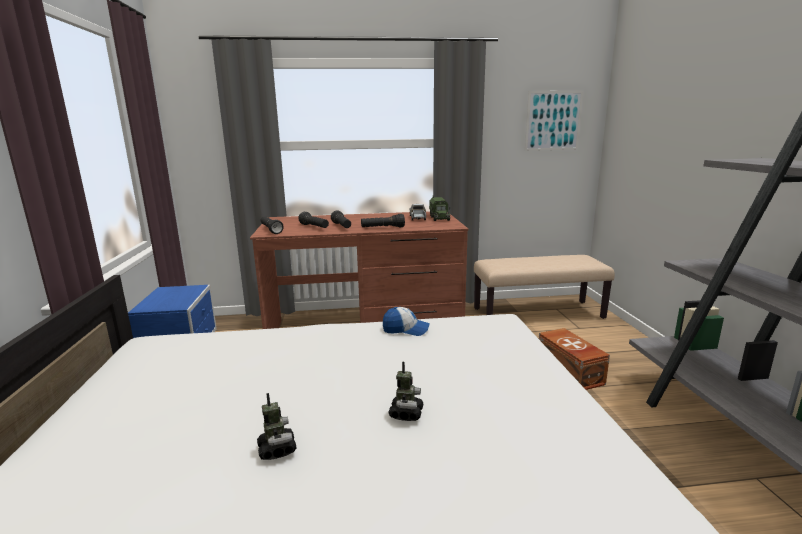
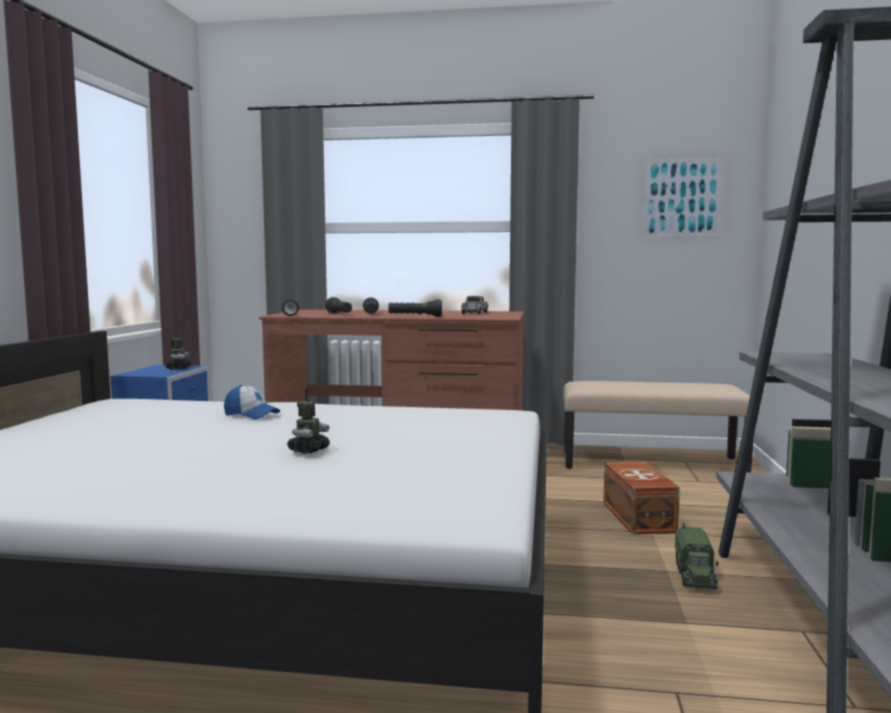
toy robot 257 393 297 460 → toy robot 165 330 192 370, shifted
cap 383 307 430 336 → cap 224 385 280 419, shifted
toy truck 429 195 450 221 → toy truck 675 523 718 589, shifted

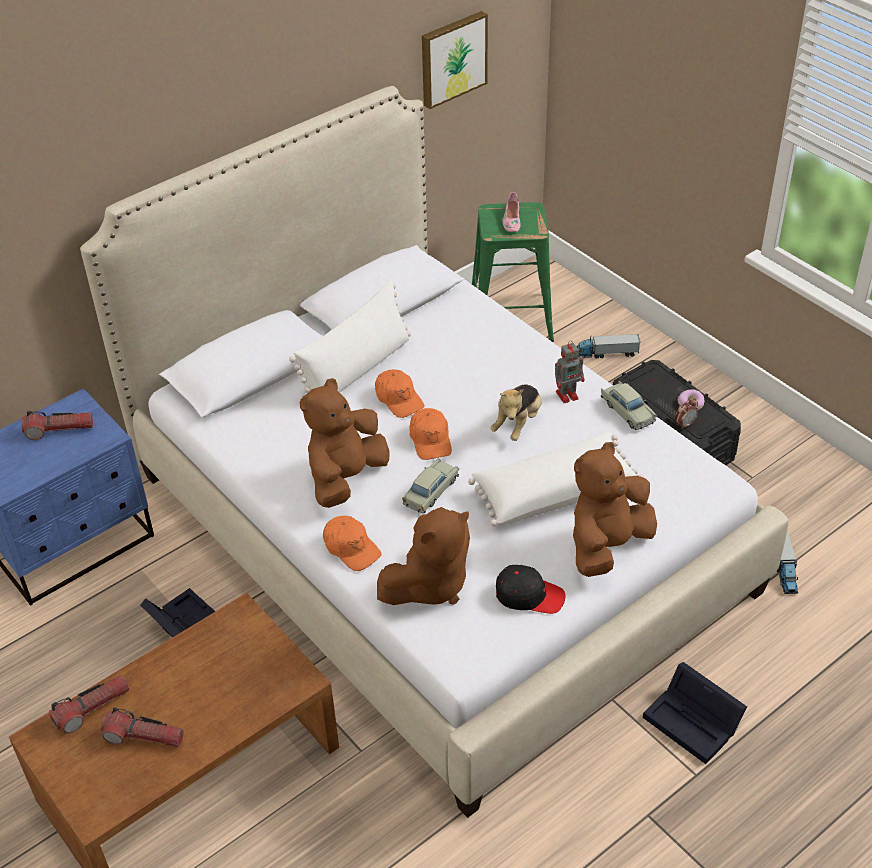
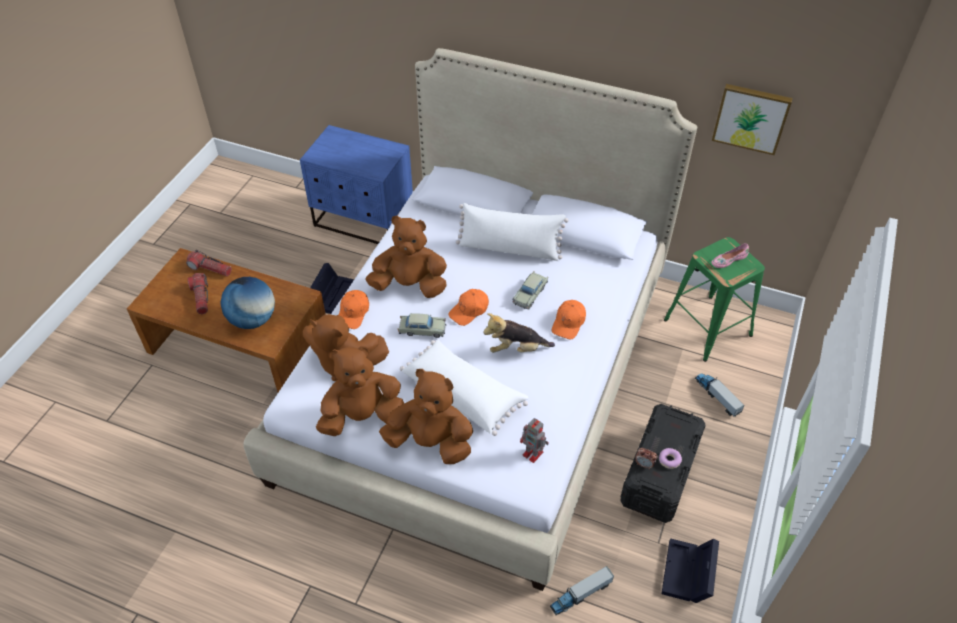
flashlight 21 411 93 440 → -
orange cap 375 369 424 418 → orange cap 552 300 586 339, shifted
black cap 496 565 565 614 → brown plush toy 316 346 404 436
toy robot 555 340 585 403 → toy robot 520 418 549 463, shifted
beige toy car 601 381 657 430 → beige toy car 512 271 548 309, shifted
black storage box 643 662 747 764 → black storage box 661 538 719 603, shifted
- → globe 221 277 275 329

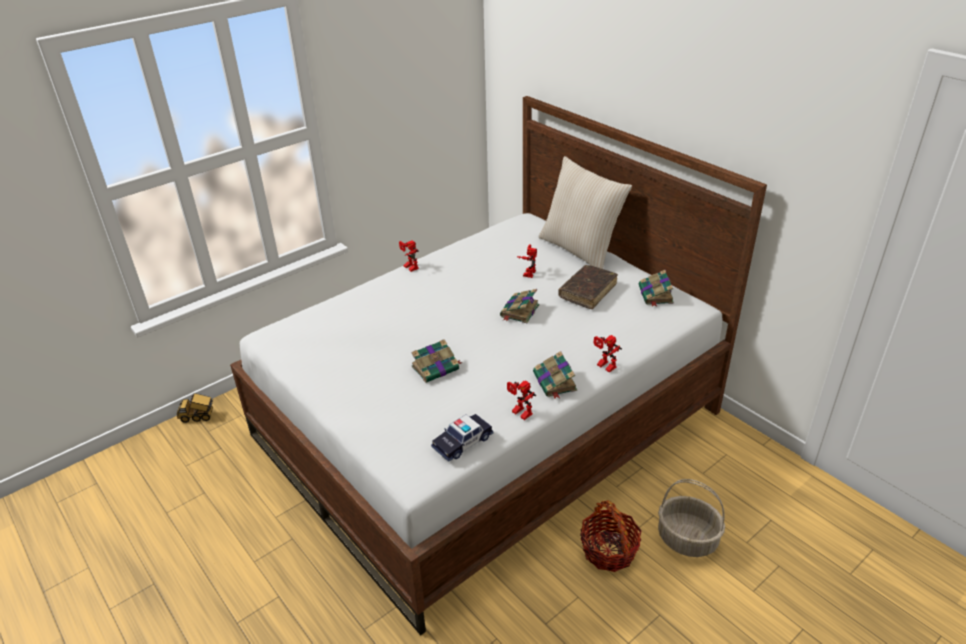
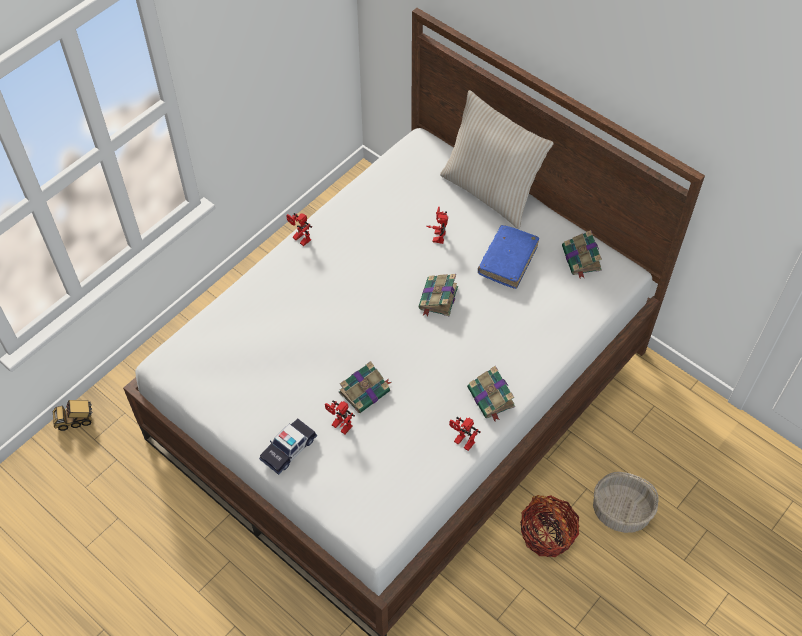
toy car 431 414 493 462 → toy car 259 419 317 475, shifted
brown book 558 265 618 309 → blue book 478 225 539 289
toy robot 593 335 622 372 → toy robot 325 400 355 434, shifted

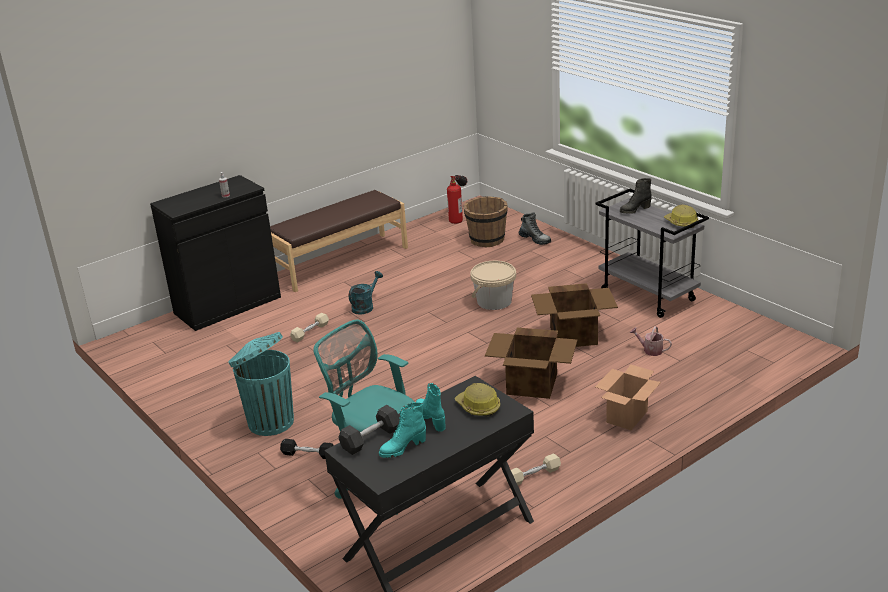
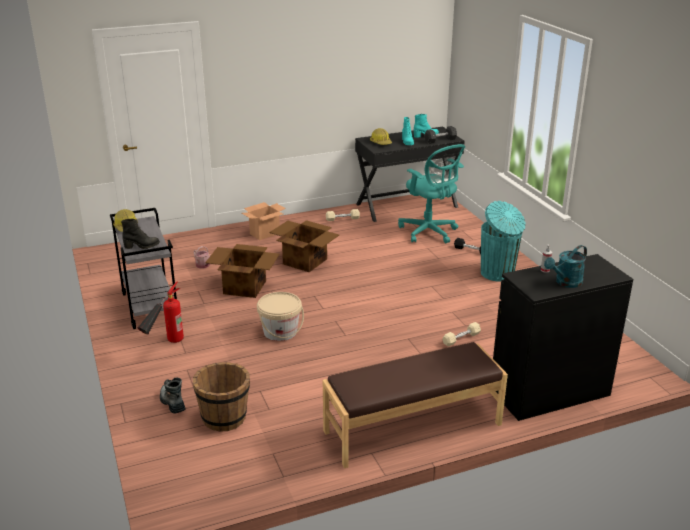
turquoise watering can 349 271 383 315 → turquoise watering can 544 245 587 288, shifted
fire extinguisher 447 175 467 224 → fire extinguisher 137 281 184 343, shifted

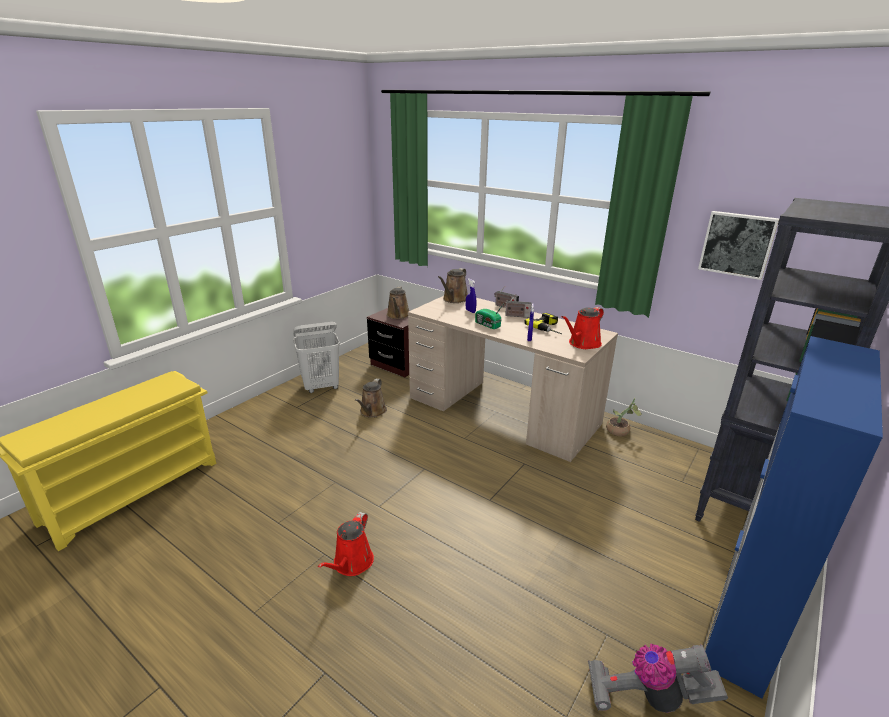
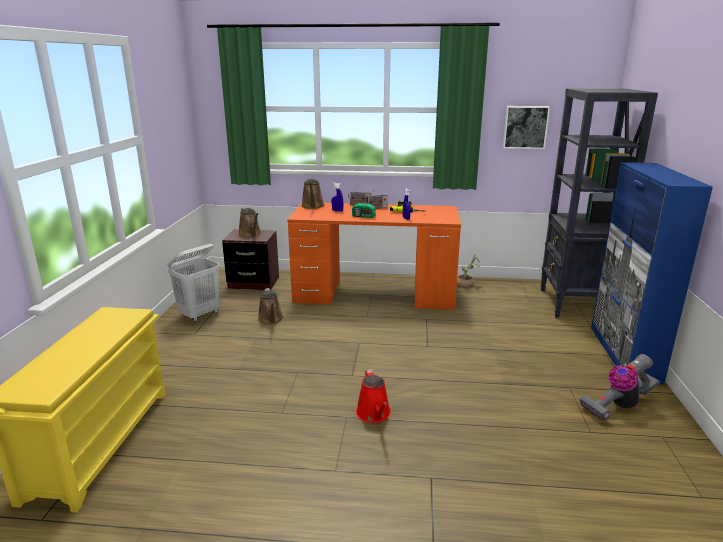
beige desk 408 296 618 462 → orange desk 287 203 461 310
red watering can 562 307 604 349 → -

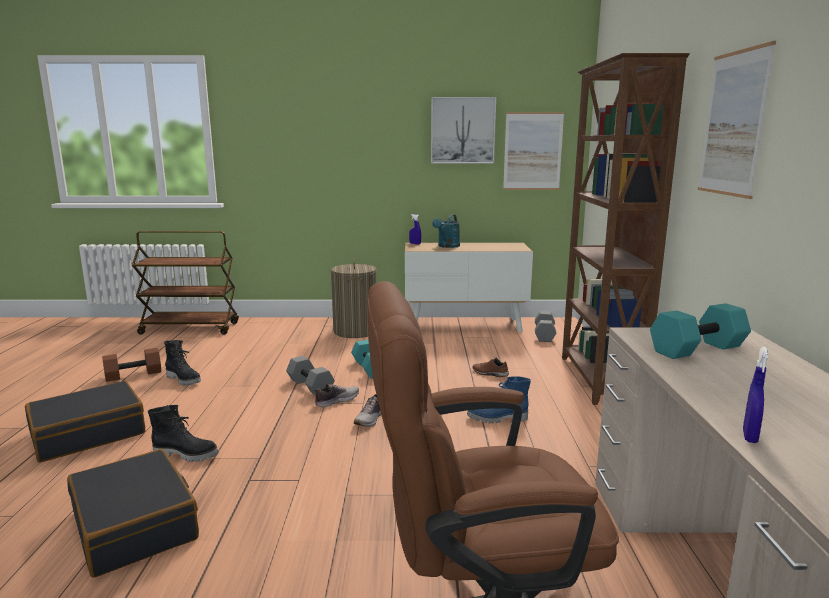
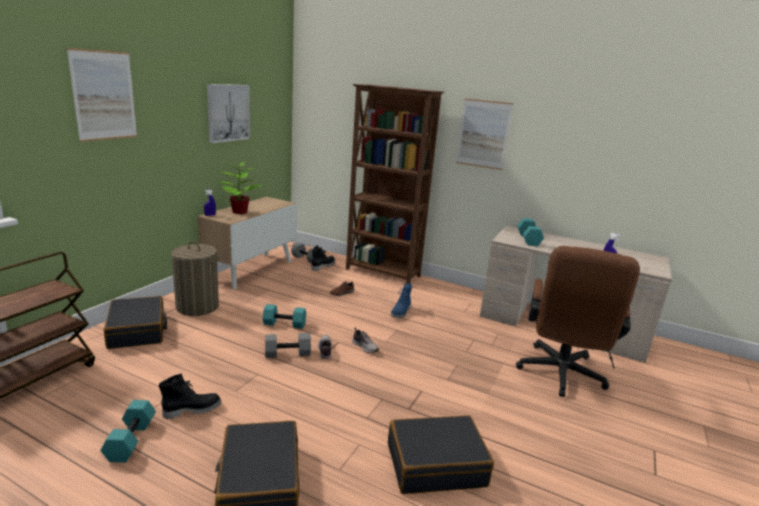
brown dumbbell 102 348 161 382 → turquoise dumbbell 100 400 156 463
black boot 148 405 219 462 → black boot 311 245 335 271, shifted
turquoise watering can 432 214 460 248 → potted plant 218 162 263 214
picture 503 112 564 190 → picture 67 48 137 142, shifted
- → black suitcase 104 296 167 349

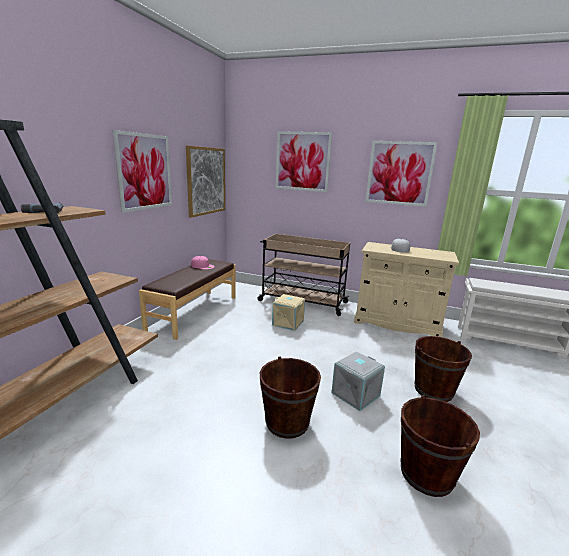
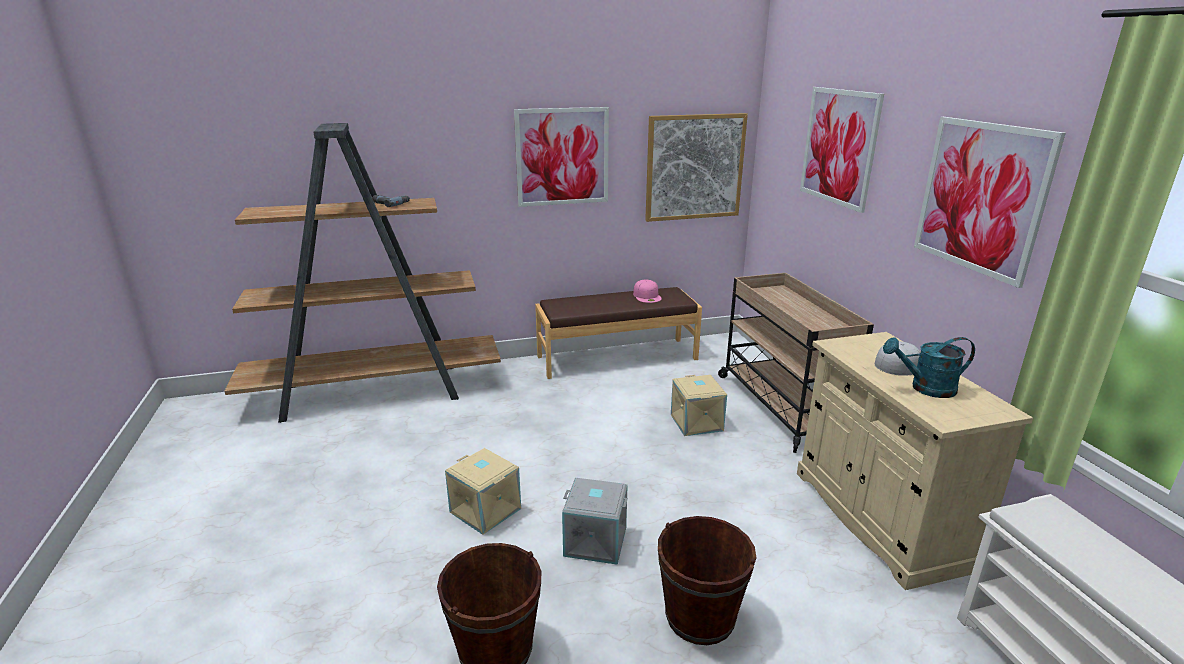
brown bucket 260 356 321 439 → beige storage box 445 448 521 535
- → turquoise watering can 883 337 975 398

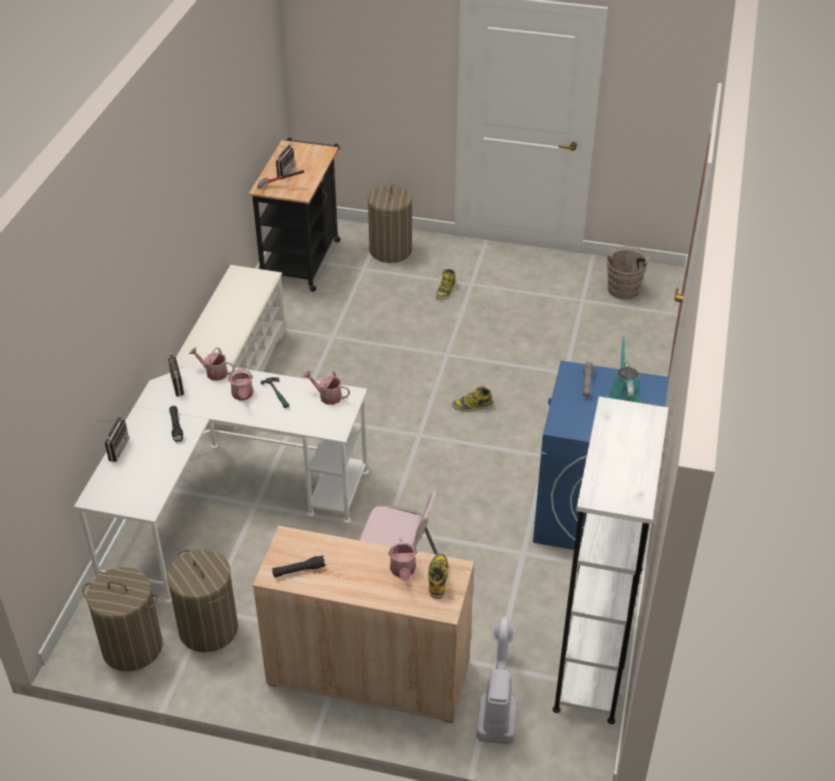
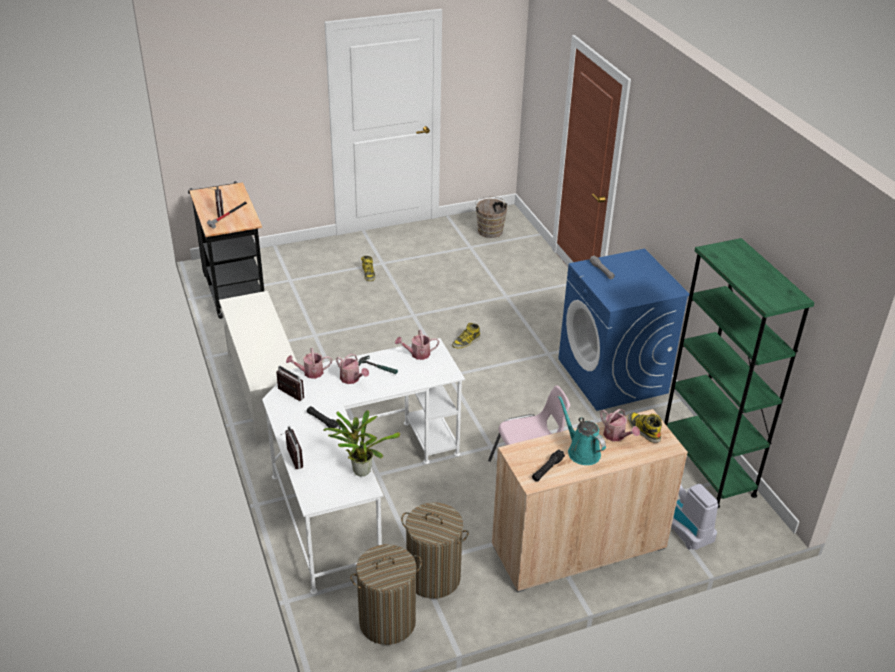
laundry basket 367 185 412 263 → -
white bookcase 552 396 668 724 → green bookcase 664 238 815 508
turquoise watering can 607 336 641 403 → turquoise watering can 558 395 606 465, shifted
- → potted plant 323 410 400 476

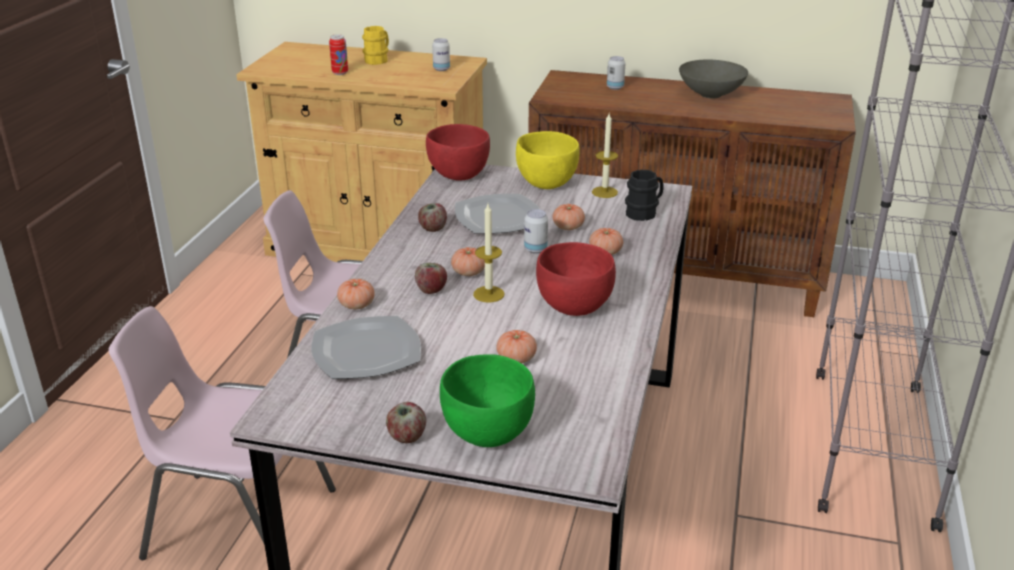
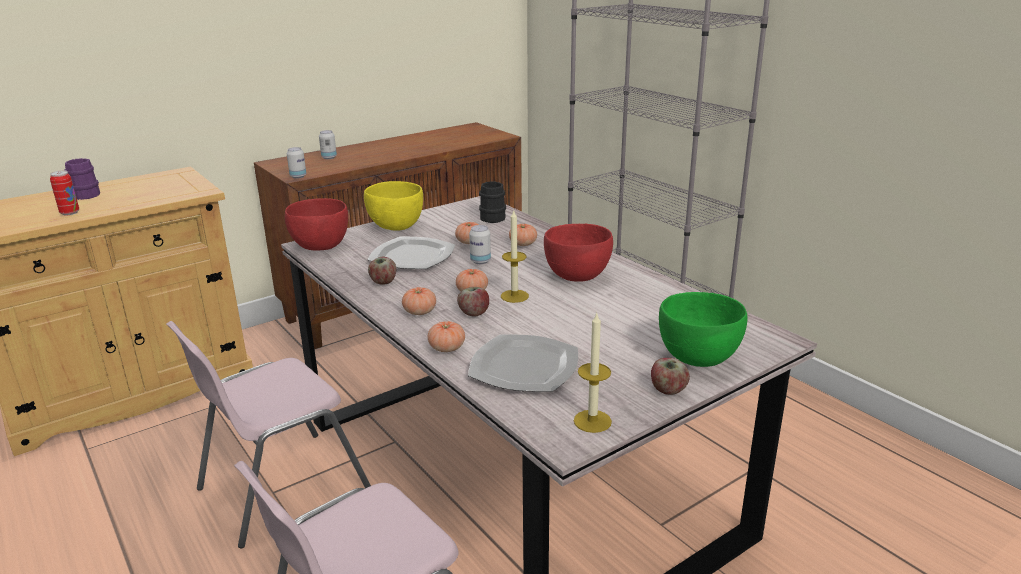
yellow mug 362 26 389 65 → purple mug 64 158 100 200
can 432 38 450 71 → can 287 147 306 179, shifted
tomato 497 330 537 364 → tomato 402 287 436 315, shifted
candle 592 114 618 198 → candle 574 313 612 433, shifted
grey bowl 679 60 748 99 → -

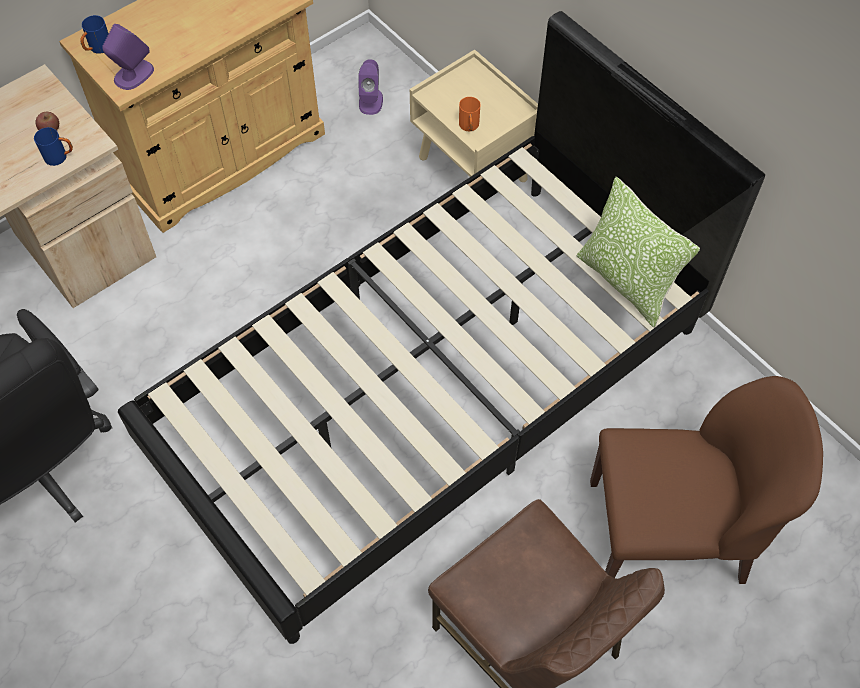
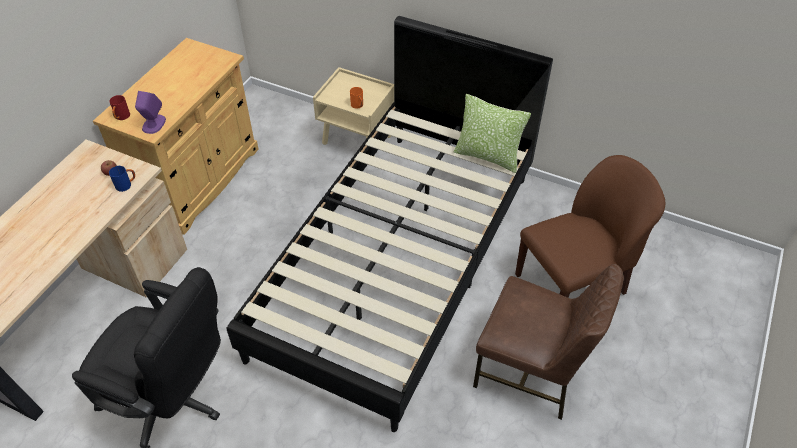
blue mug 80 15 109 54 → red mug 109 95 130 120
purple speaker 358 59 383 115 → -

